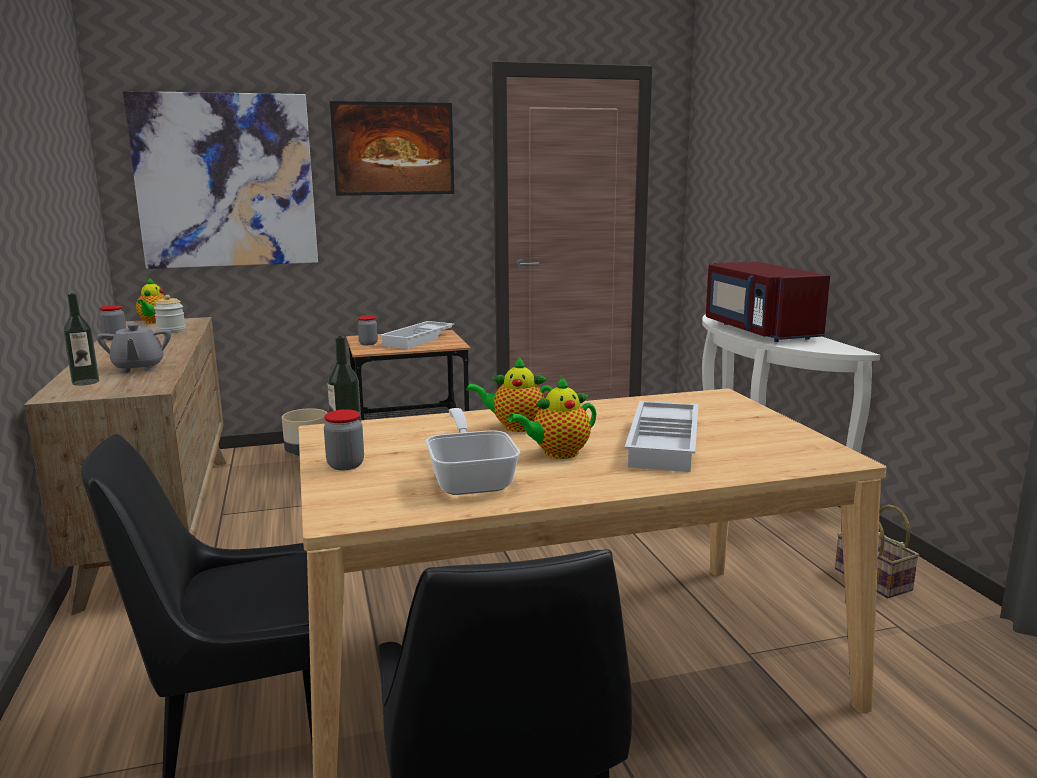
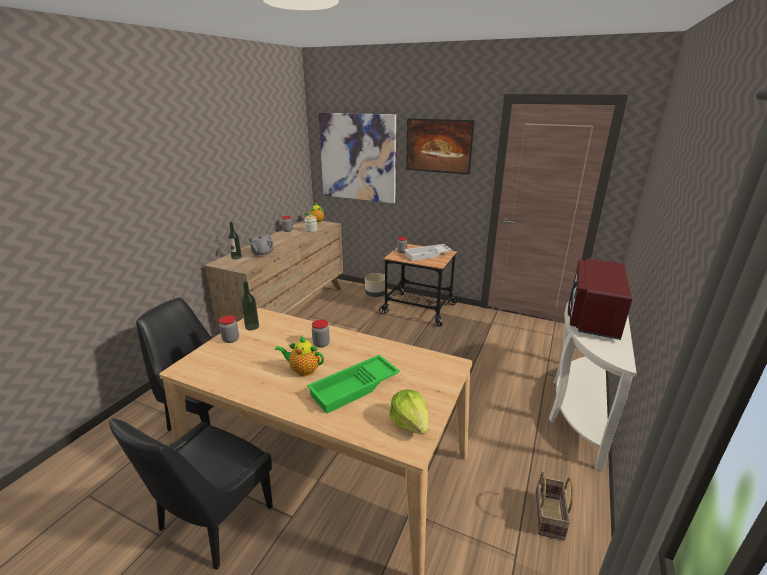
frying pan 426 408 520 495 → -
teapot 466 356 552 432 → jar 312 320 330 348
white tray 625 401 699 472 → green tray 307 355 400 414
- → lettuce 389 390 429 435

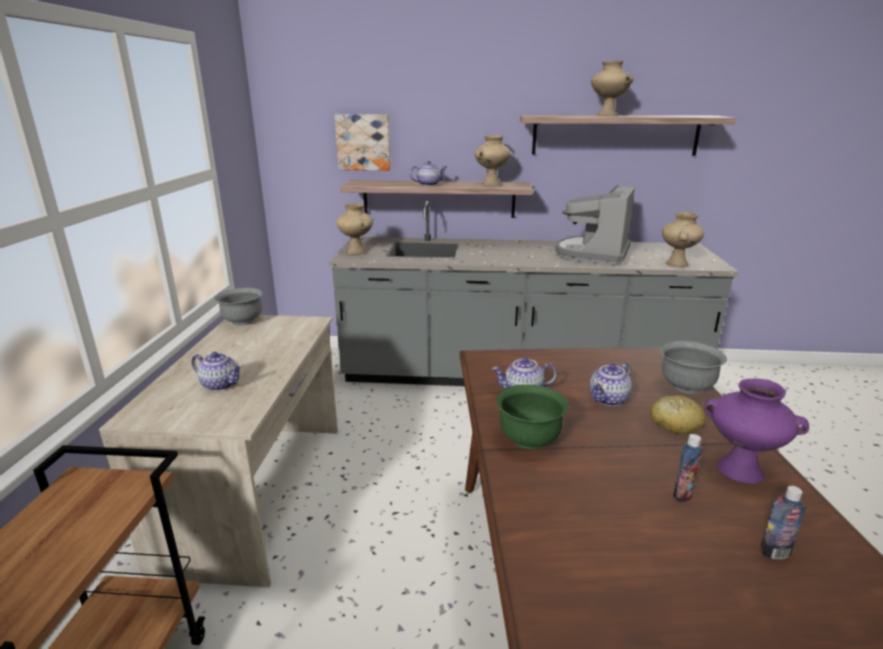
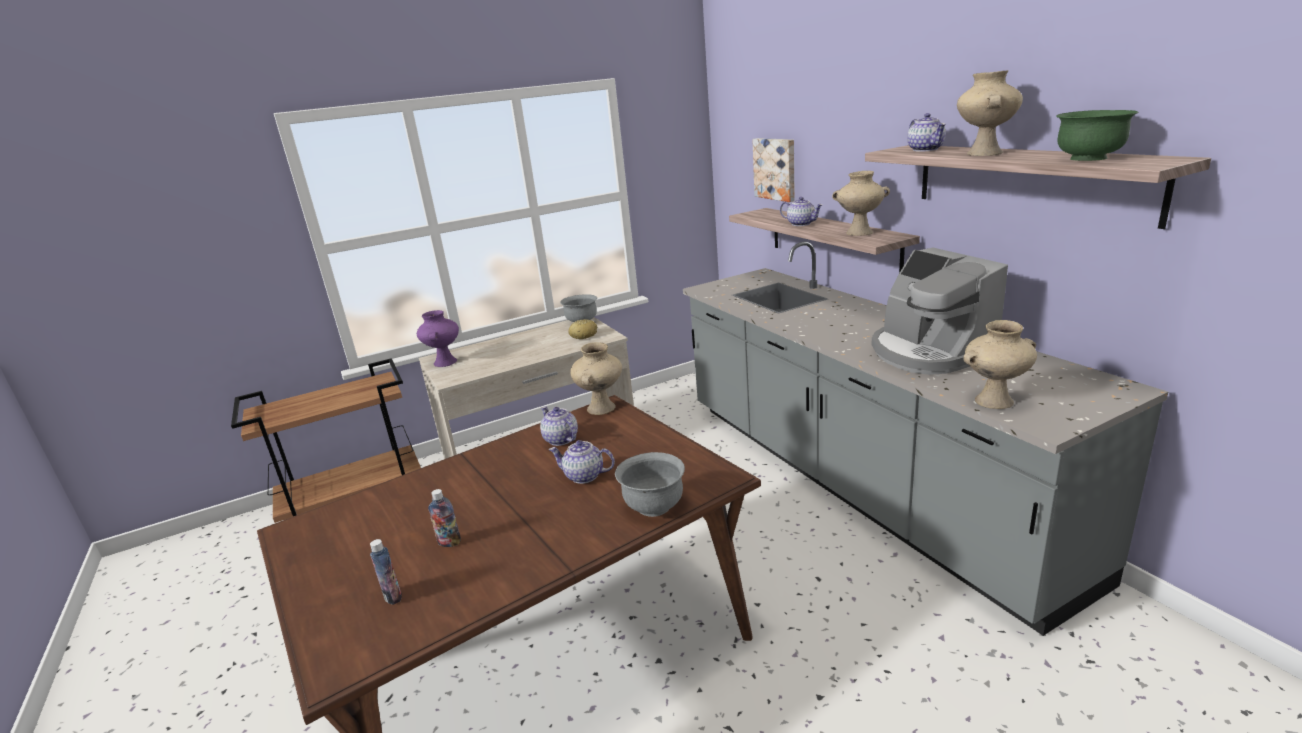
teapot 191 352 242 391 → teapot 907 113 946 152, shifted
beige vase 336 203 373 254 → beige vase 570 342 622 415, shifted
green bowl 496 385 569 449 → green bowl 1056 110 1139 161, shifted
coffee machine 556 185 635 266 → coffee machine 872 247 1008 375, 105 degrees counterclockwise
bread 650 395 706 434 → bread 568 319 597 339, shifted
purple vase 704 378 809 484 → purple vase 417 310 459 367, shifted

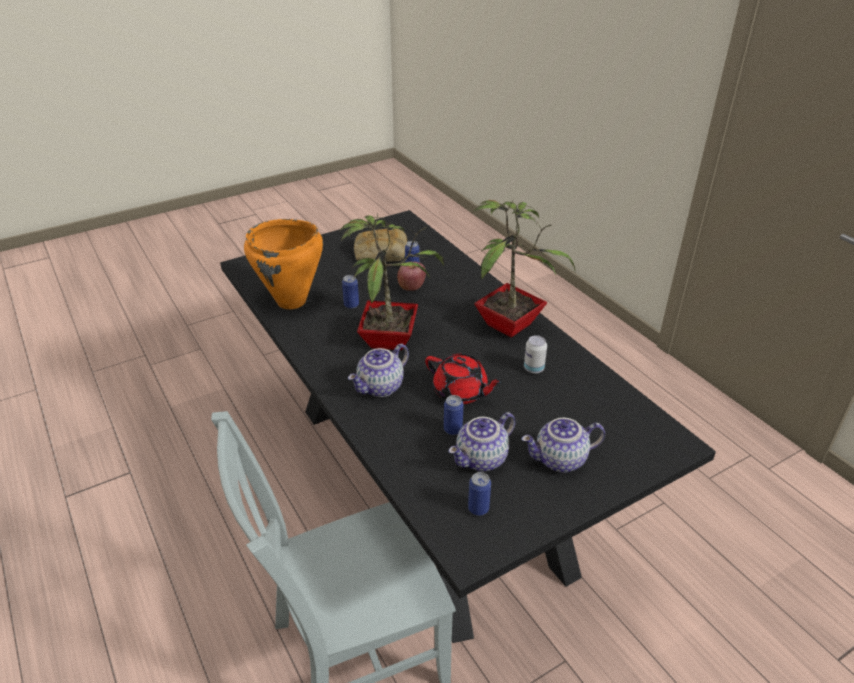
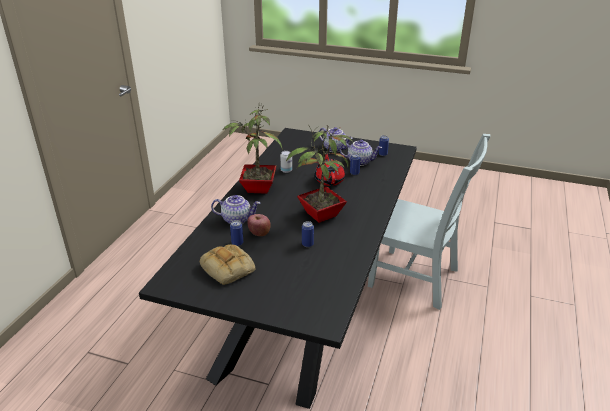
orange cooking pot 244 219 323 309 → -
teapot 348 344 409 397 → teapot 211 195 260 225, shifted

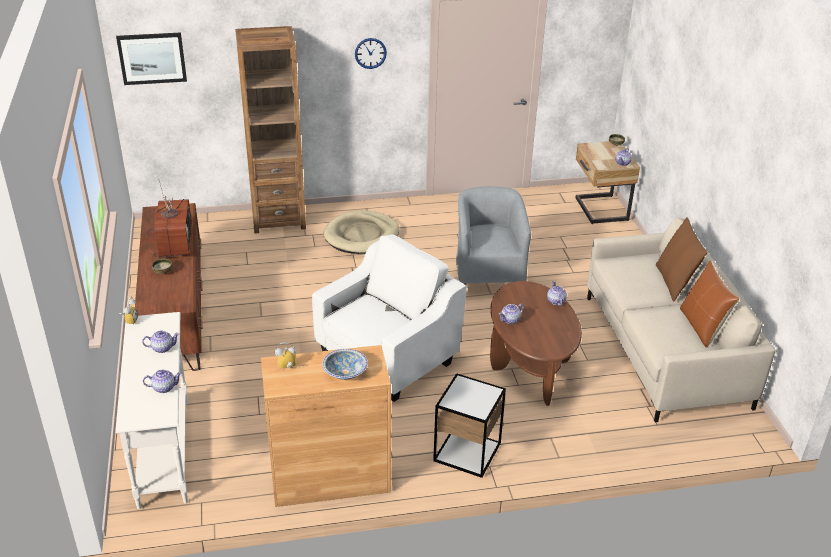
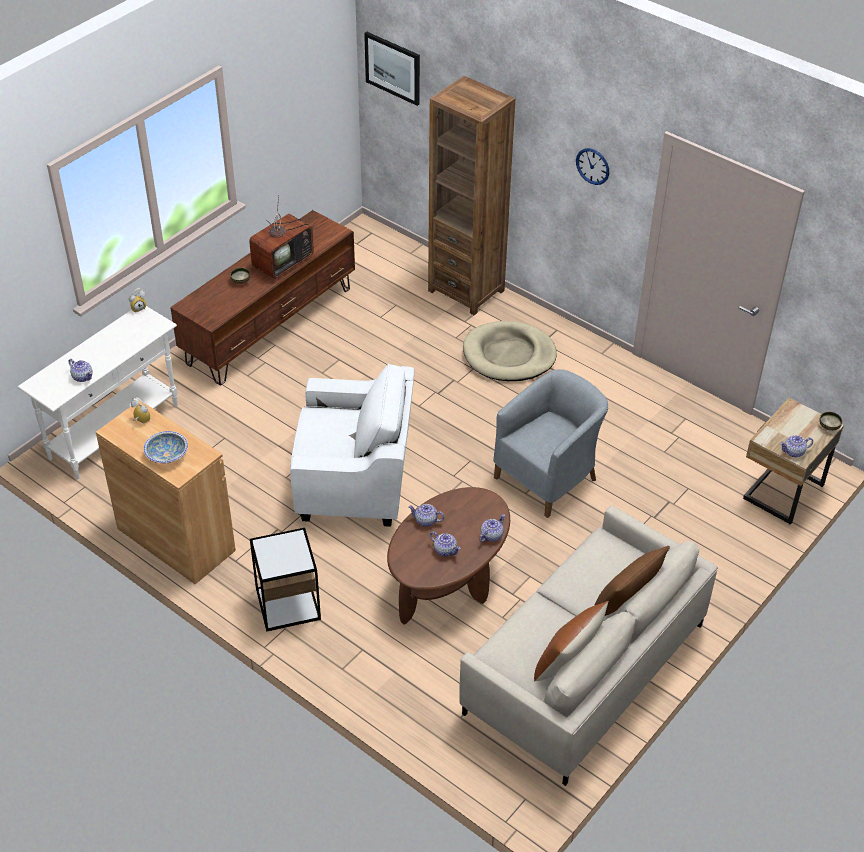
teapot 142 330 179 353 → teapot 430 531 461 556, shifted

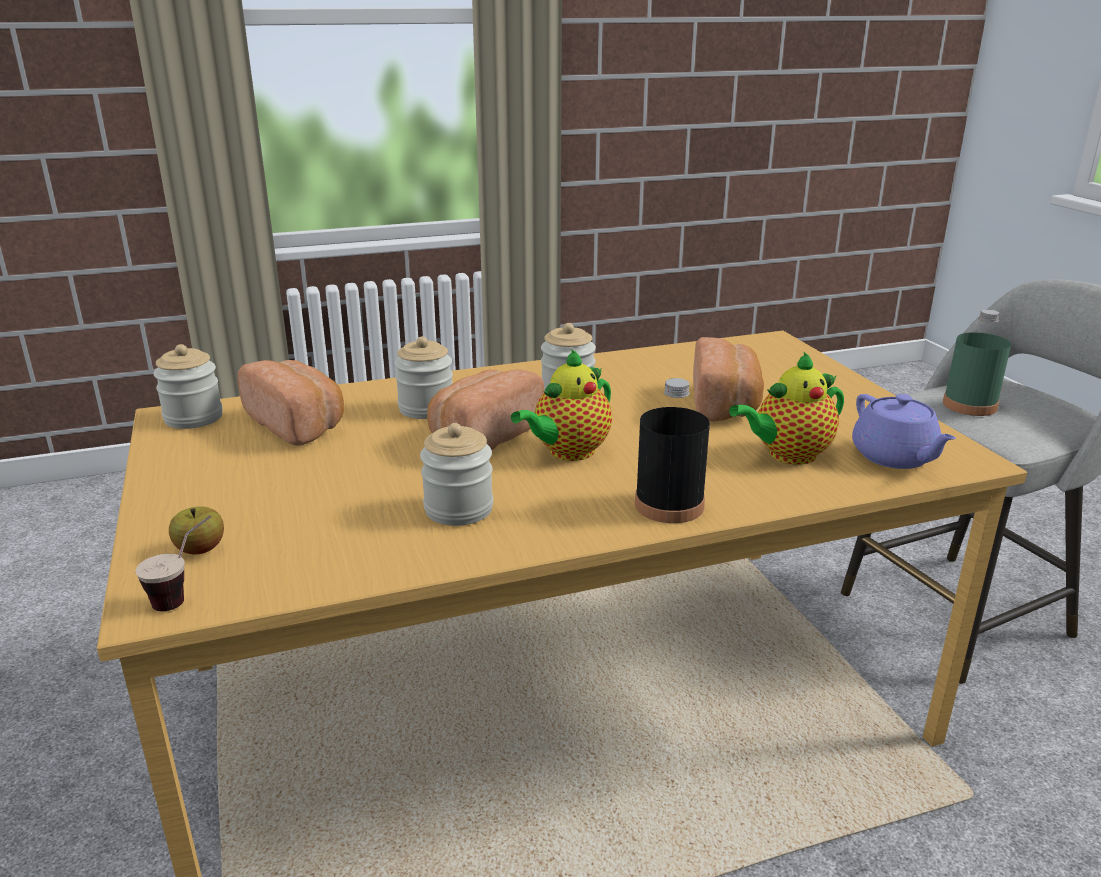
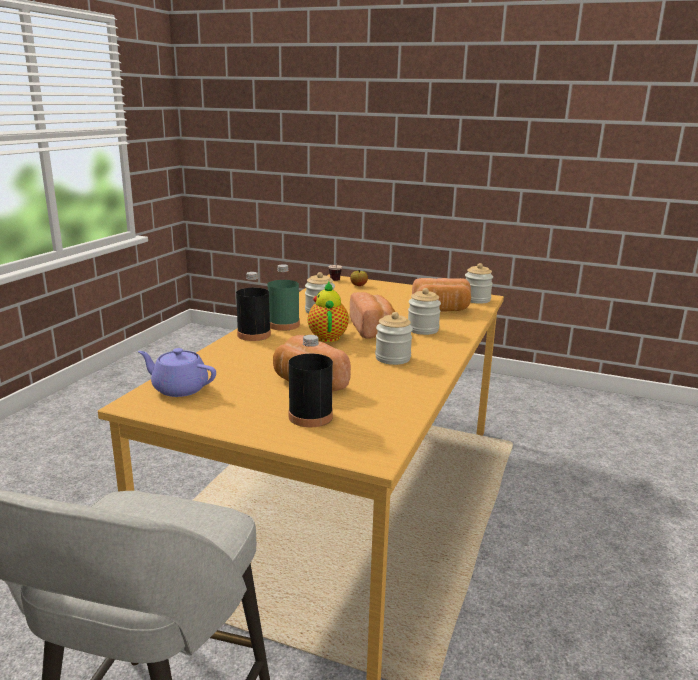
teapot 729 352 844 465 → -
green bottle 943 309 1011 416 → green bottle 268 264 300 331, shifted
- → black bottle 289 335 333 427

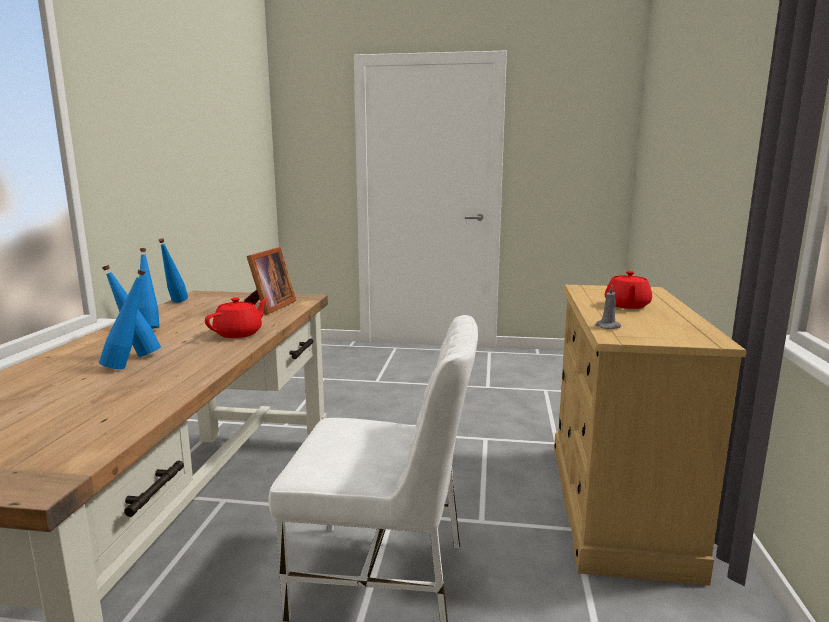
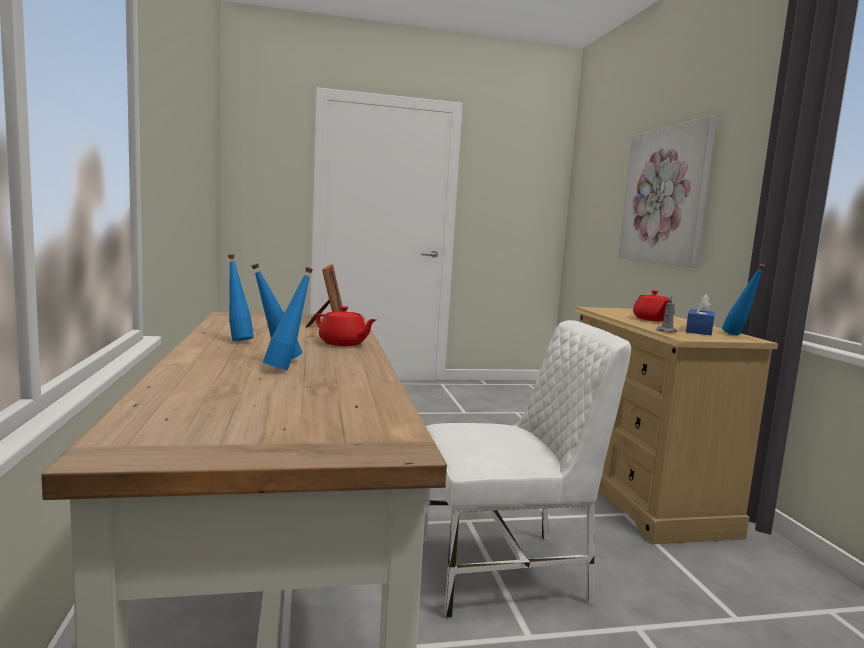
blue bottle 158 238 188 303 → blue bottle 722 264 765 335, shifted
red teapot 205 297 268 338 → red teapot 316 306 377 346, 105 degrees clockwise
- → picture 618 116 717 267
- → blue tissue box 686 295 715 335

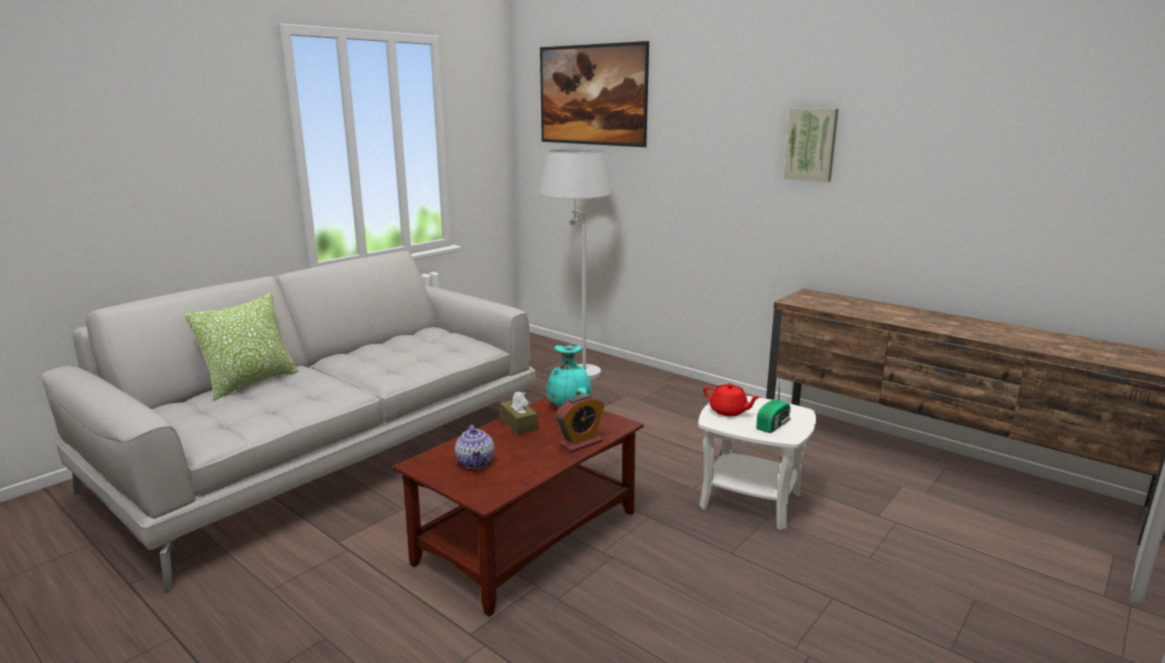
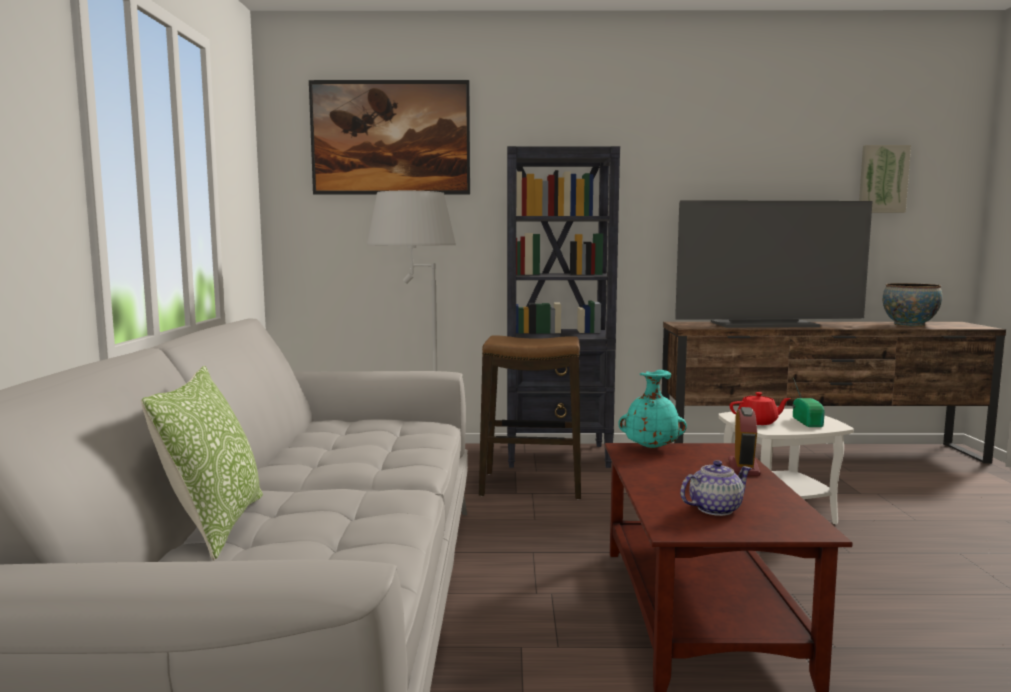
teapot 455 424 494 469 → teapot 680 460 752 516, 60 degrees counterclockwise
brown tissue box 500 391 538 435 → -
picture 784 108 838 182 → picture 859 145 911 213, shifted
- → stool 479 335 581 500
- → black bookcase 507 146 620 468
- → television 675 200 873 328
- → bowl 883 283 942 327

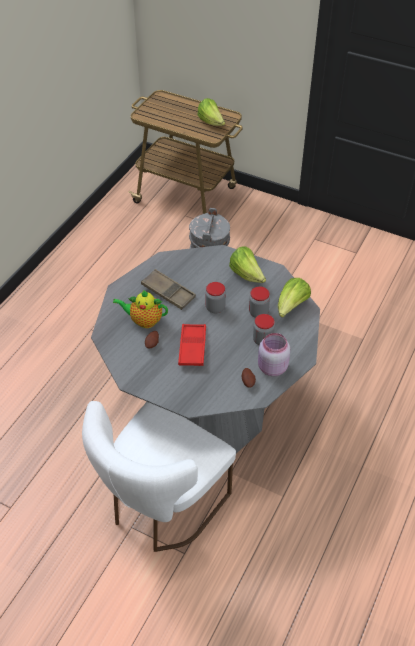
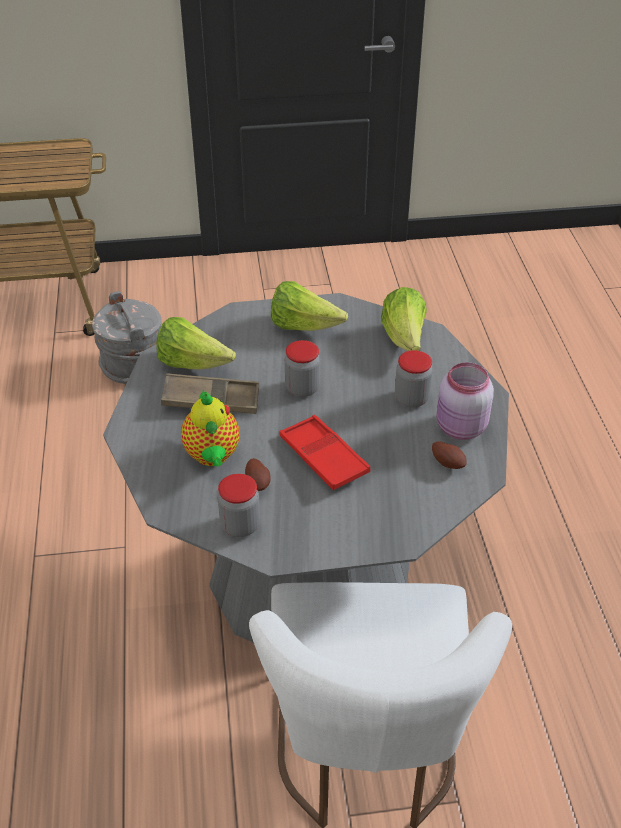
teapot 113 290 168 328 → teapot 181 390 239 467, 75 degrees counterclockwise
lettuce 197 98 225 126 → lettuce 156 317 236 370, shifted
jar 249 287 270 318 → jar 218 474 260 537, shifted

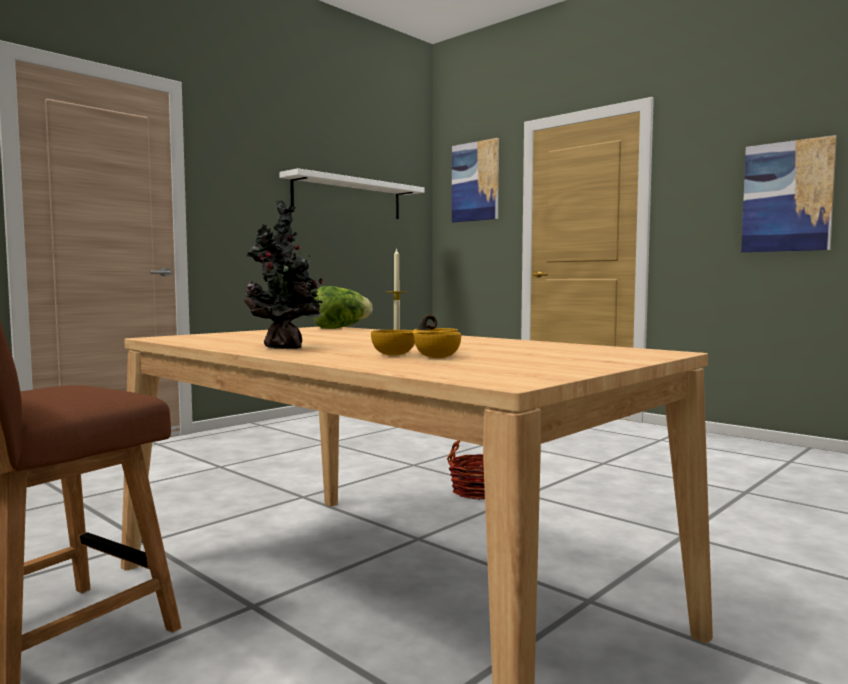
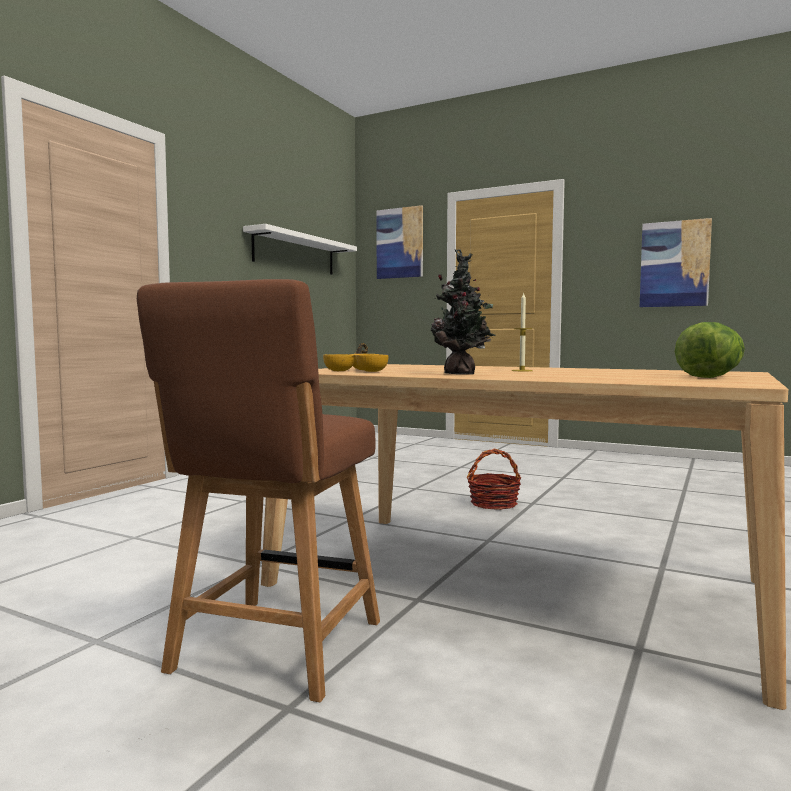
lettuce 313 286 372 329 → lettuce 675 322 745 378, shifted
bowl 371 314 461 358 → bowl 323 343 388 372, shifted

